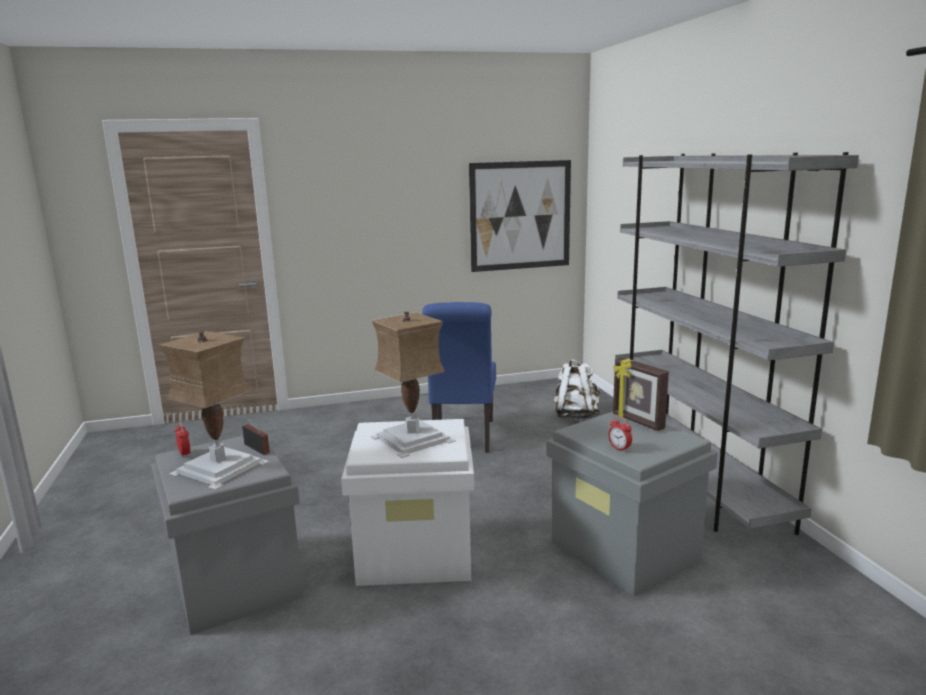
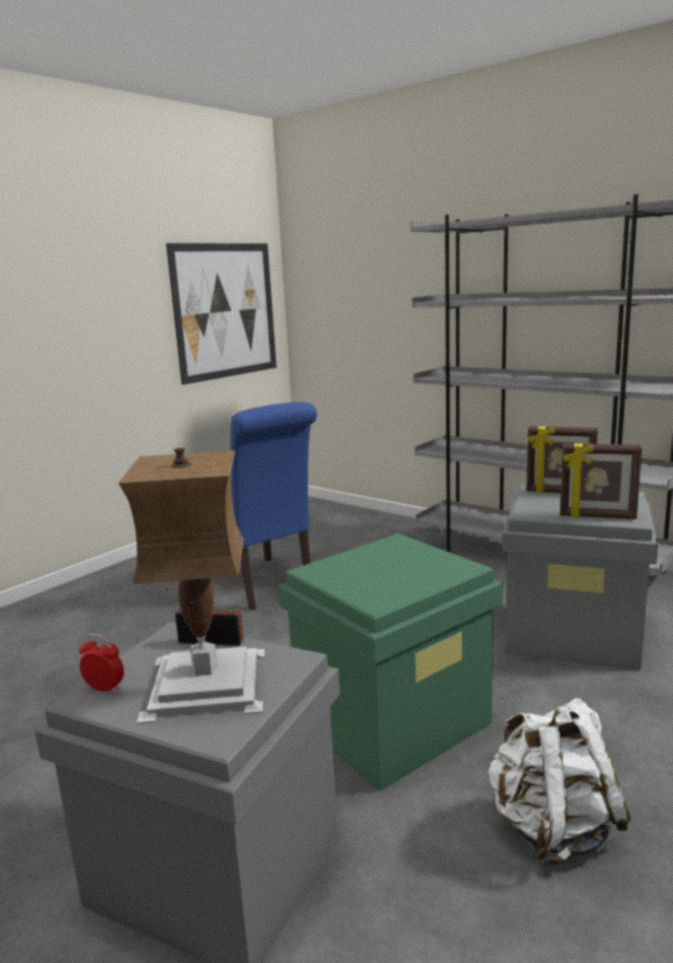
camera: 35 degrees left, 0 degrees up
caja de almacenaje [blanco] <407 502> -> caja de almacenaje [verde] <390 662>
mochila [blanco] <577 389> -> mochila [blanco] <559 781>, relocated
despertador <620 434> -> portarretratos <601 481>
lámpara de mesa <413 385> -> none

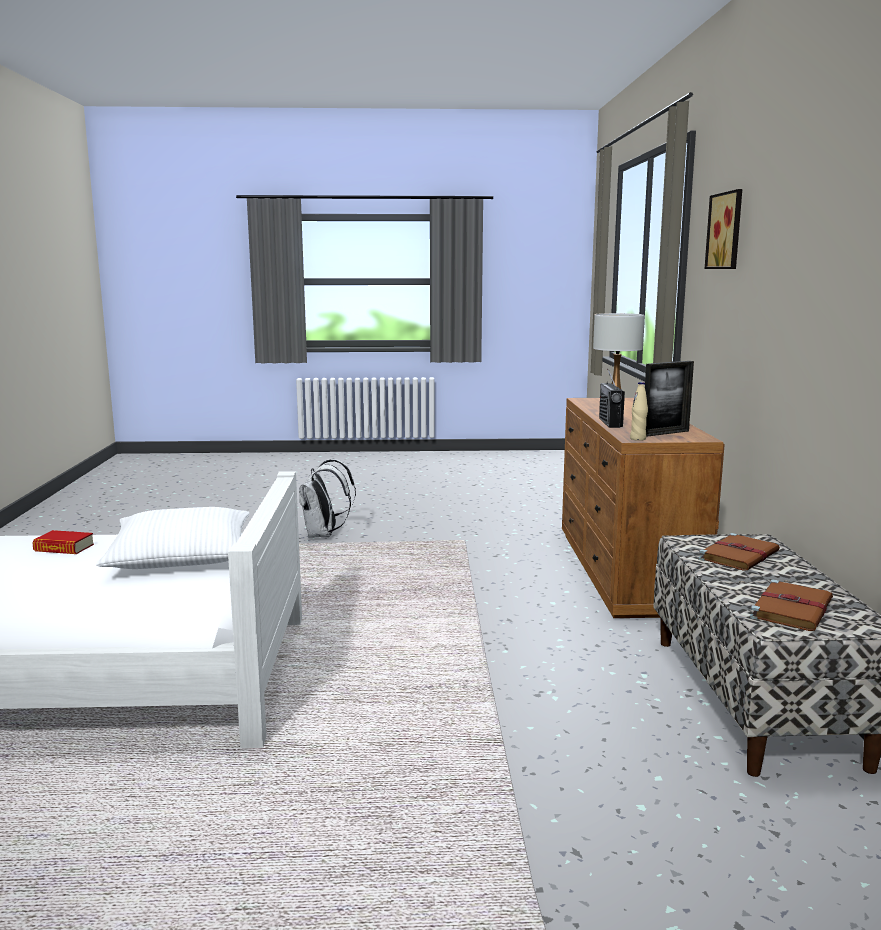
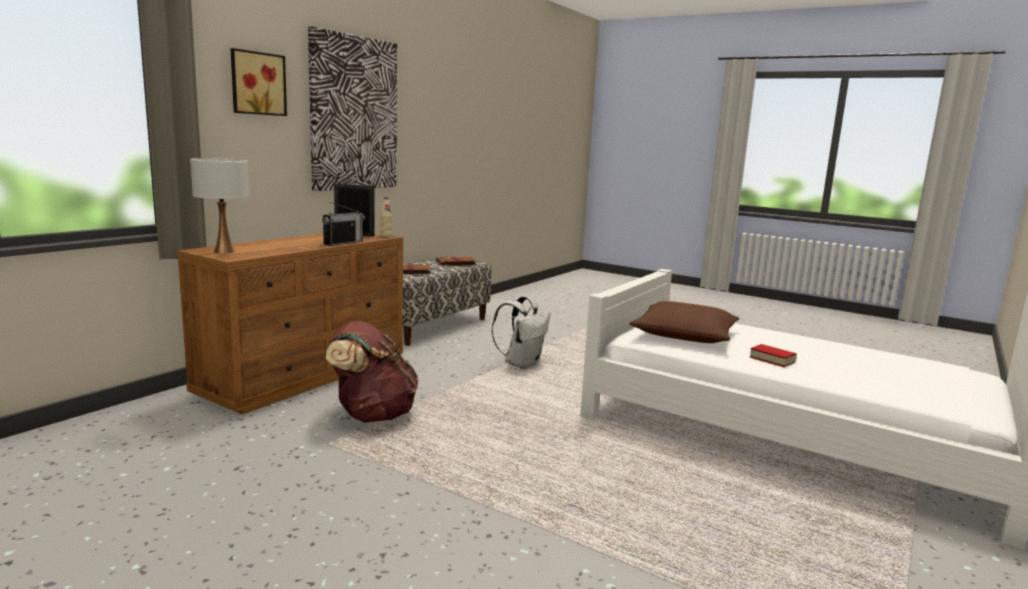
camera: 145 degrees left, 0 degrees up
none -> cuadro <352 108>
none -> mochila [marrón] <372 372>
mochila [blanco] <327 498> -> mochila [blanco] <521 332>, relocated
cojín [blanco] <173 538> -> cojín [marrón] <684 322>

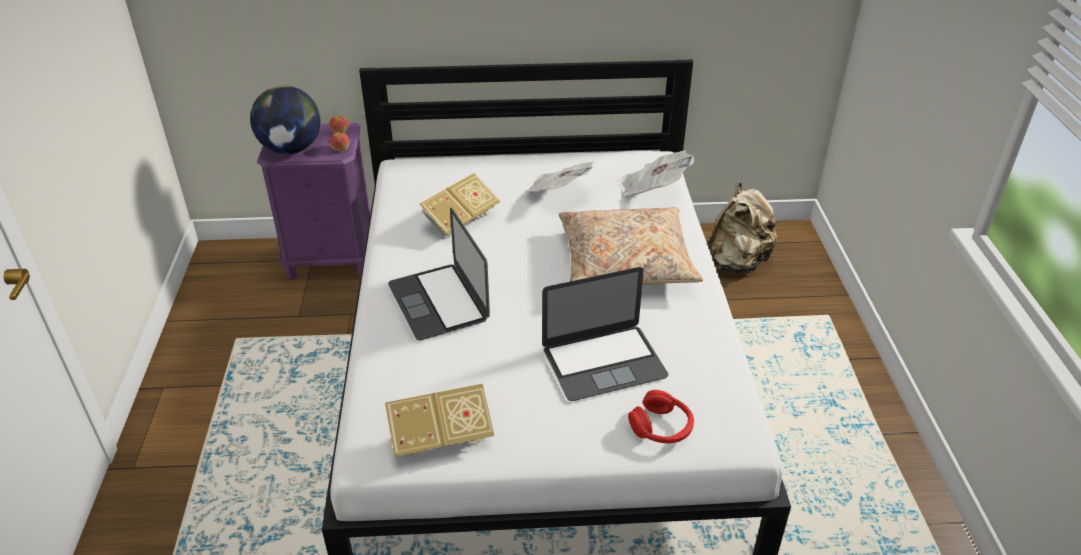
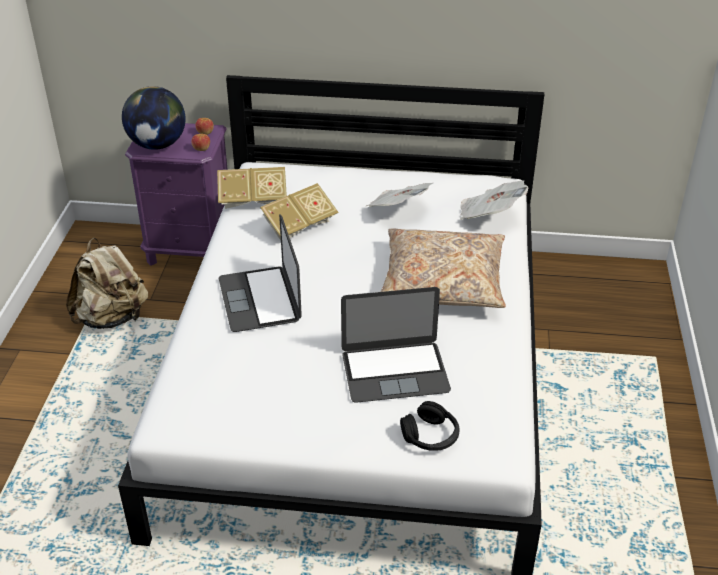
camera: 10 degrees right, 0 degrees up
mochila [beis] <743 227> -> mochila [beis] <107 283>, relocated
libro <439 421> -> libro <252 188>, relocated
auriculares [rojo] <661 416> -> auriculares [negro] <429 426>

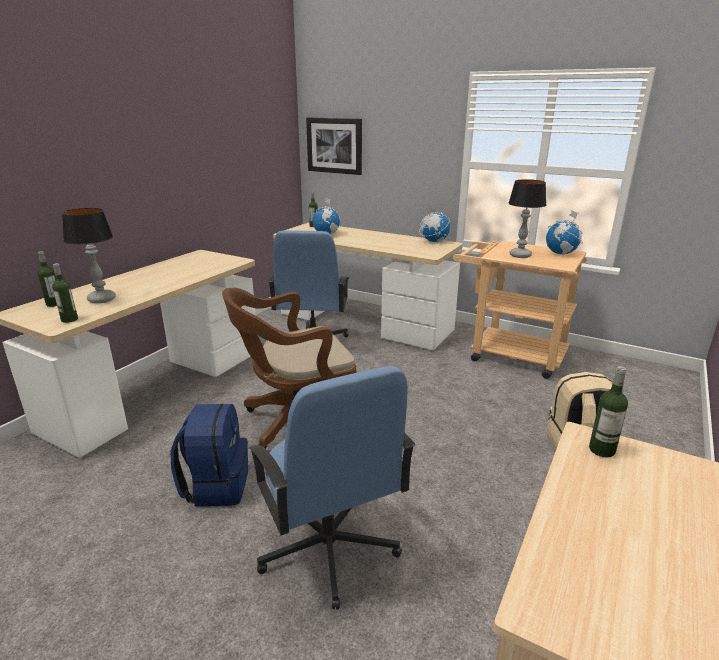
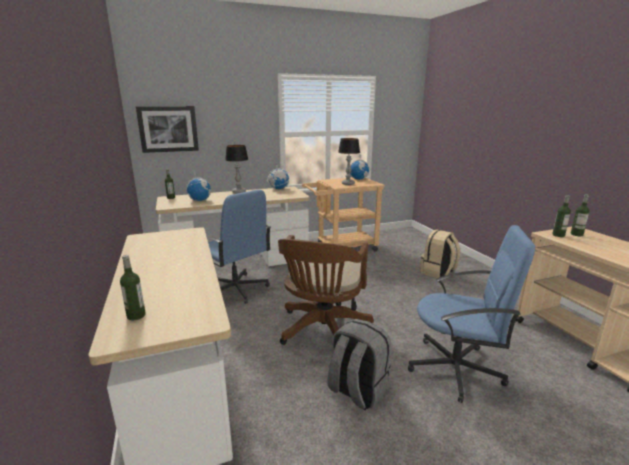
camera: 50 degrees left, 5 degrees down
lámpara de mesa <89 255> -> lámpara de mesa <236 169>, relocated
mochila [azul] <209 454> -> mochila [gris] <359 365>
botella <65 293> -> botella <580 215>, relocated

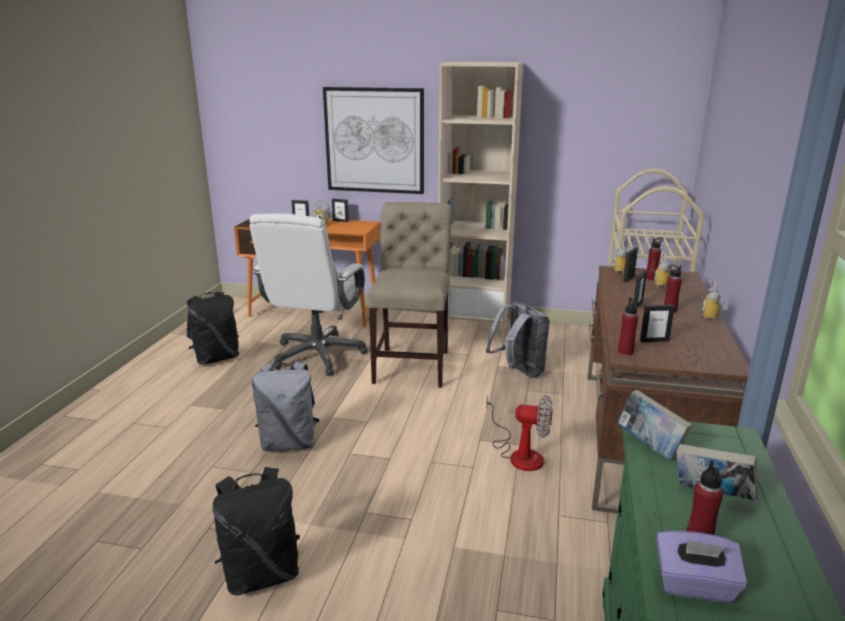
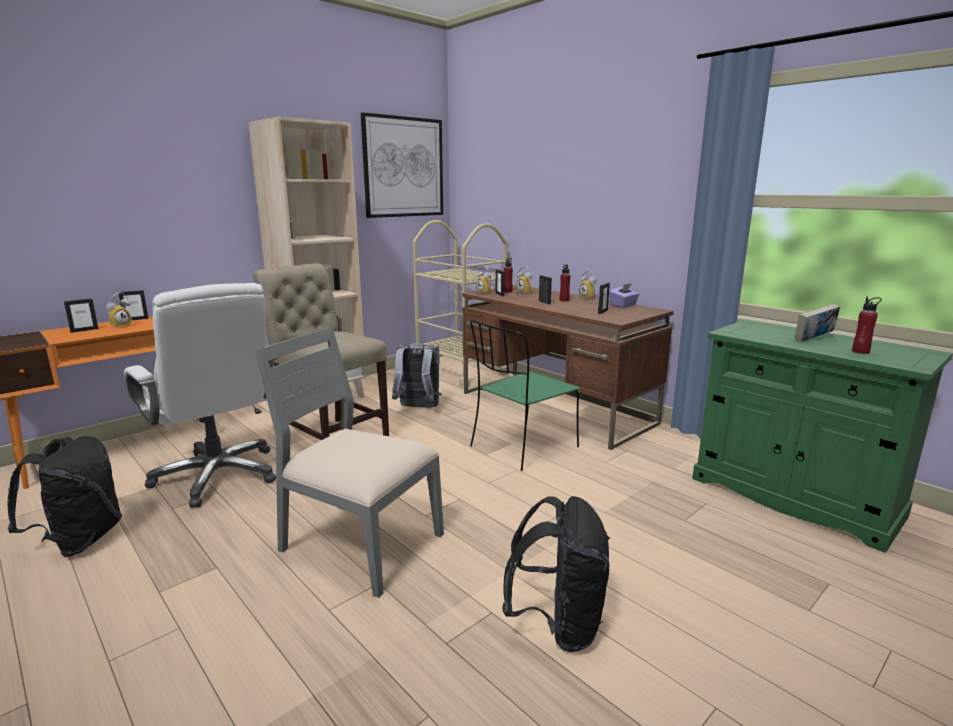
camera: 55 degrees left, 5 degrees down
mochila [gris] <286 406> -> silla [gris] <349 462>
cuadro <373 140> -> cuadro <401 165>, relocated
ventilador <519 433> -> silla [verde] <525 395>
caja de pañuelos [morado] <701 567> -> caja de pañuelos [morado] <624 295>, relocated
libro <654 425> -> none
botella [rojo] <628 326> -> none

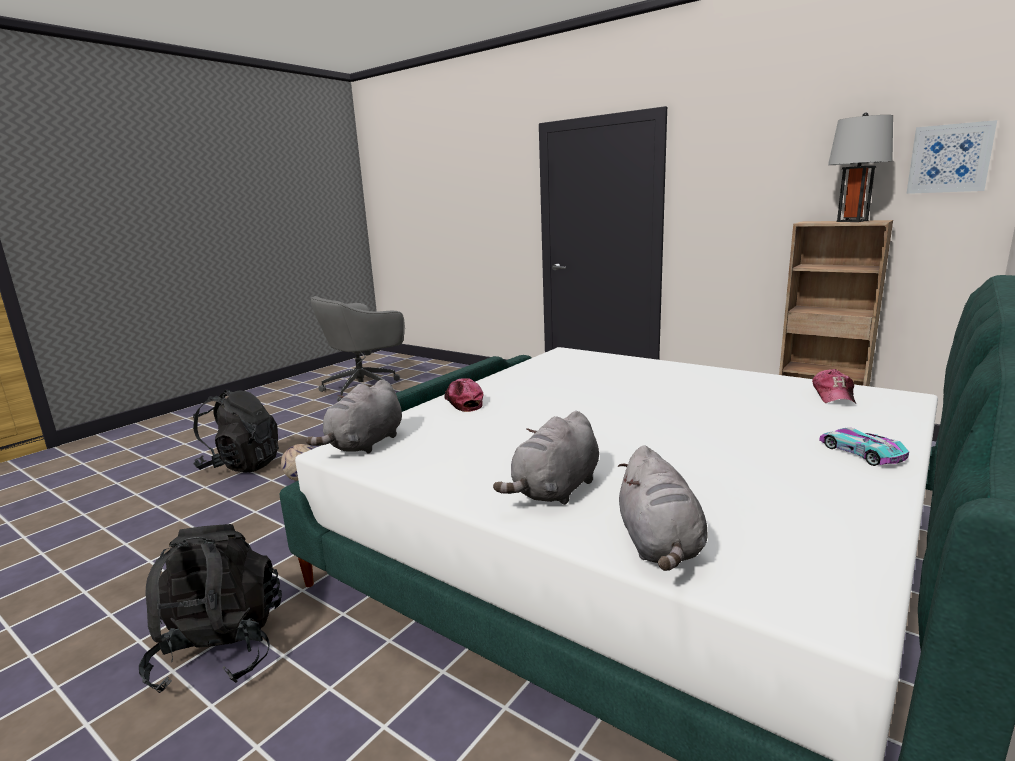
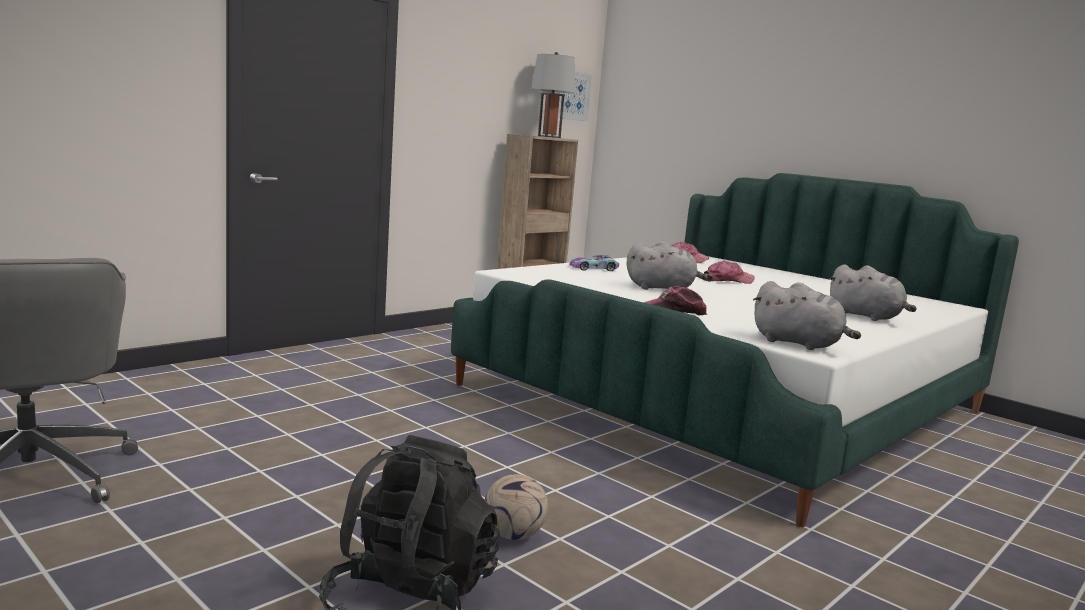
camera: 85 degrees left, 5 degrees down
coche de juguete <864 446> -> coche de juguete <594 263>, relocated
peluche [gris] <663 508> -> peluche [gris] <670 265>, relocated
none -> gorra <729 272>
mochila [negro] <210 608> -> none

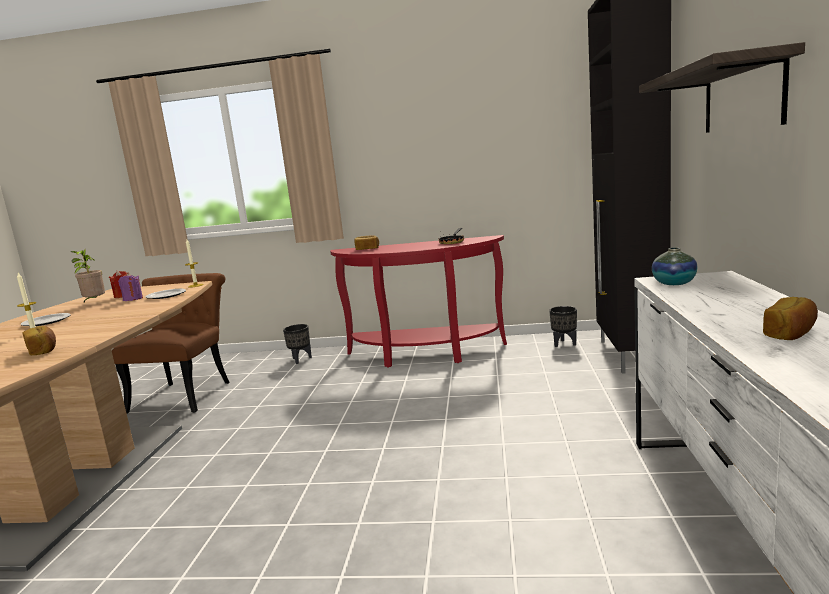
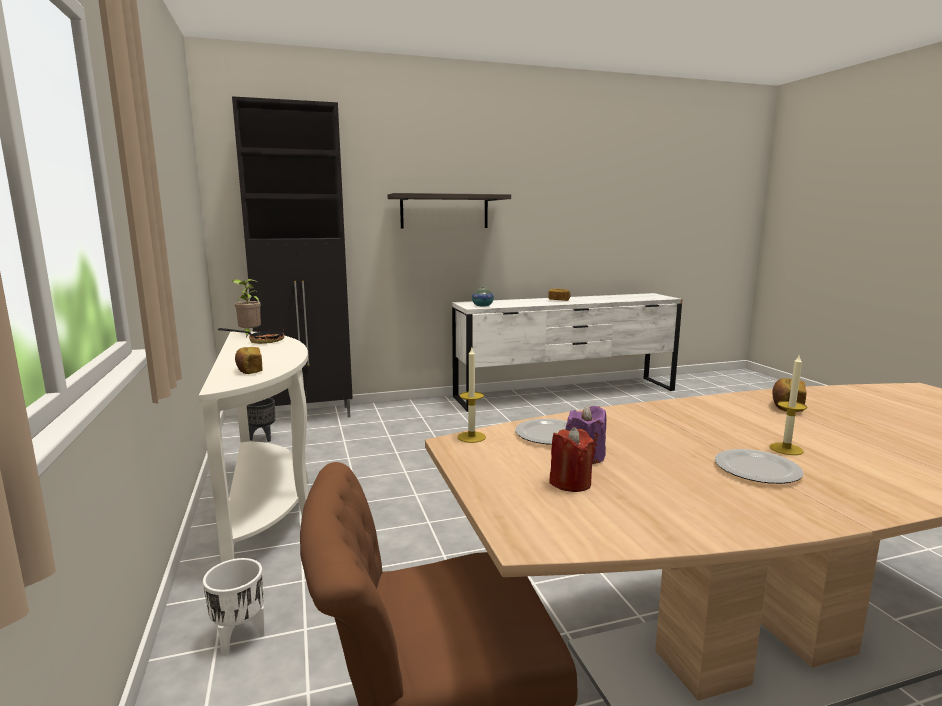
camera: 115 degrees left, 0 degrees up
mesa consola [rojo] <418 301> -> mesa consola [blanco] <253 447>
maceta [negro] <297 344> -> maceta [blanco] <234 607>
planta en maceta <88 276> -> planta en maceta <246 308>, relocated

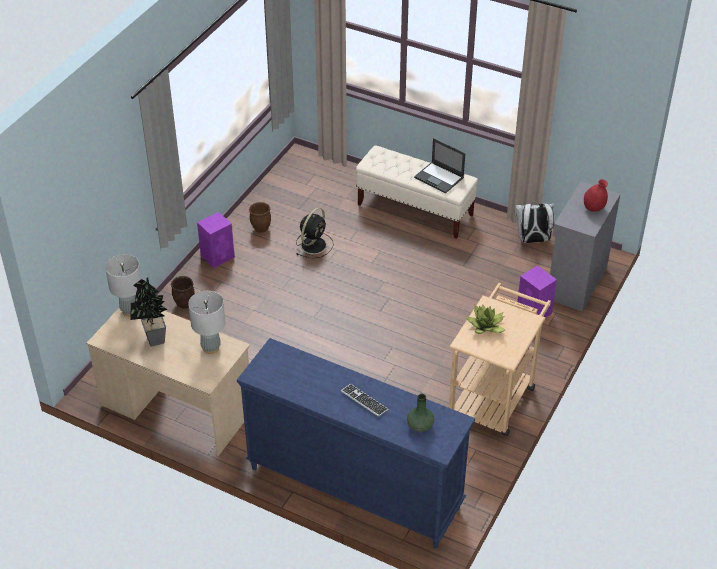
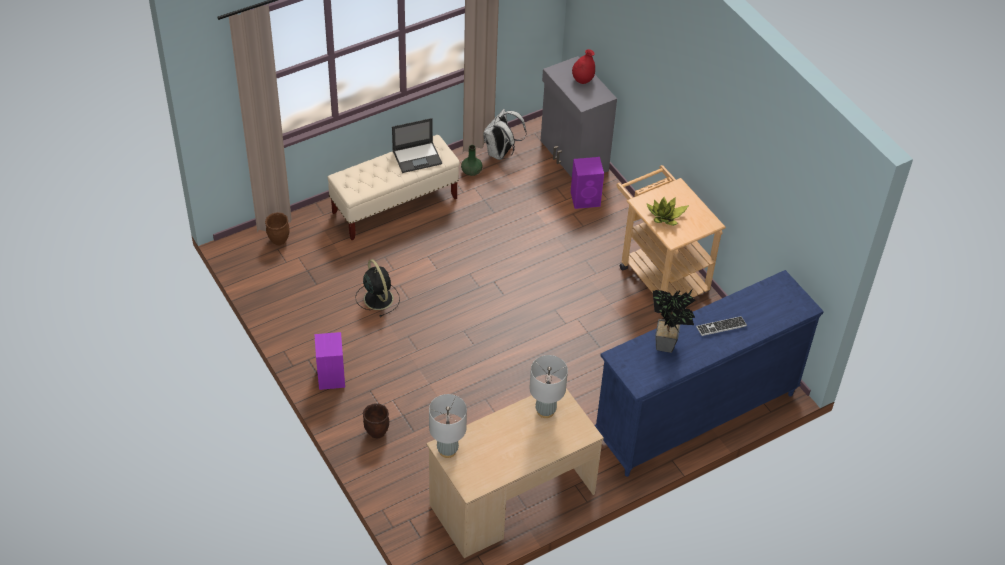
camera: 60 degrees left, 5 degrees up
maceta [marrón] <260 217> -> maceta [marrón] <277 228>, relocated
florero [verde] <420 413> -> florero [verde] <471 160>, relocated
planta en maceta <148 312> -> planta en maceta <674 321>, relocated

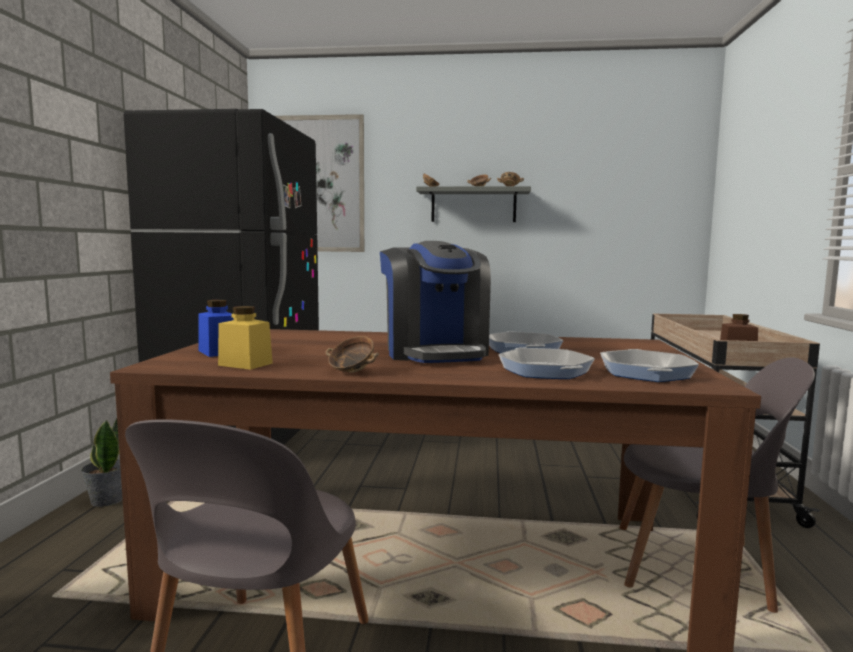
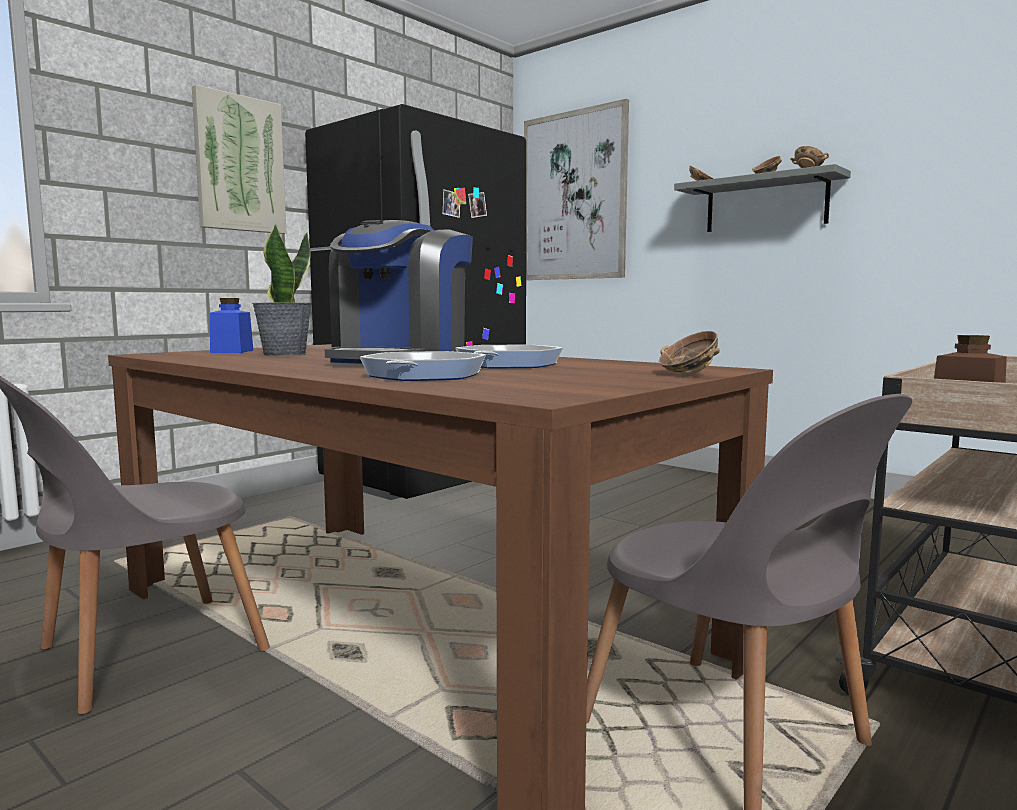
camera: 35 degrees right, 0 degrees up
none -> cuadro <239 159>
planta en maceta <102 462> -> planta en maceta <282 290>, relocated
cuenco <352 354> -> cuenco <689 353>, relocated
tarro [amarillo] <245 338> -> none
sartén <649 365> -> none

